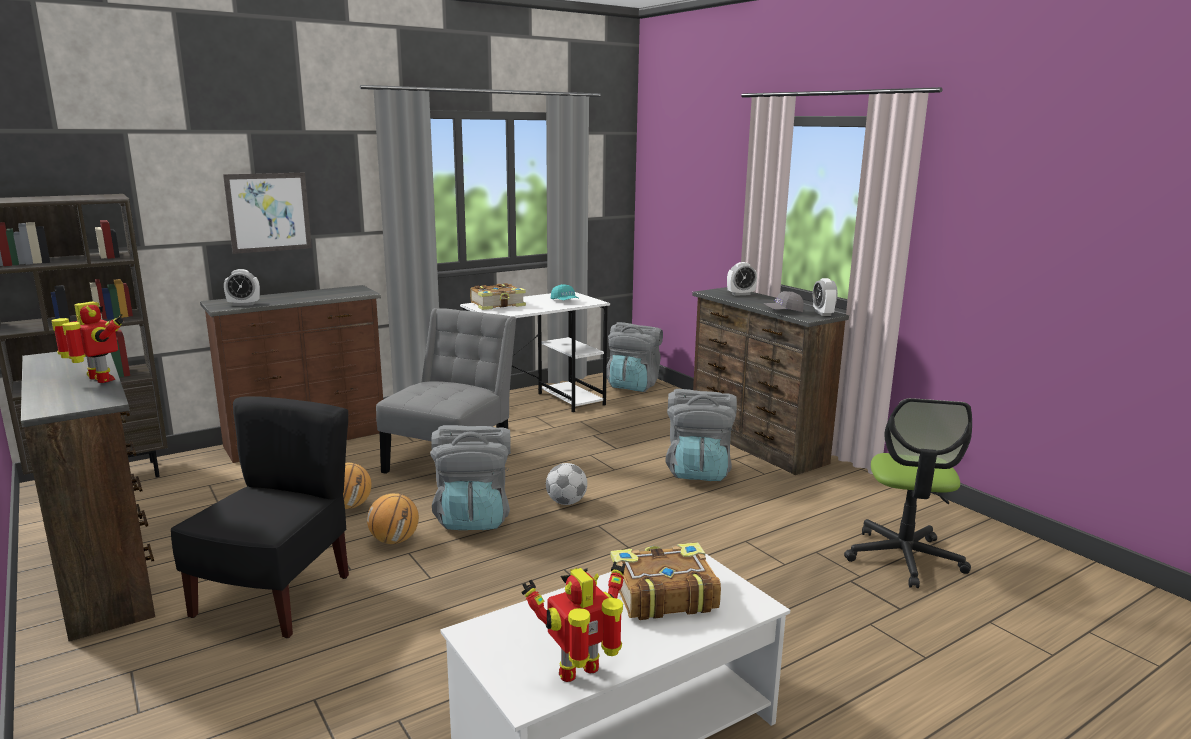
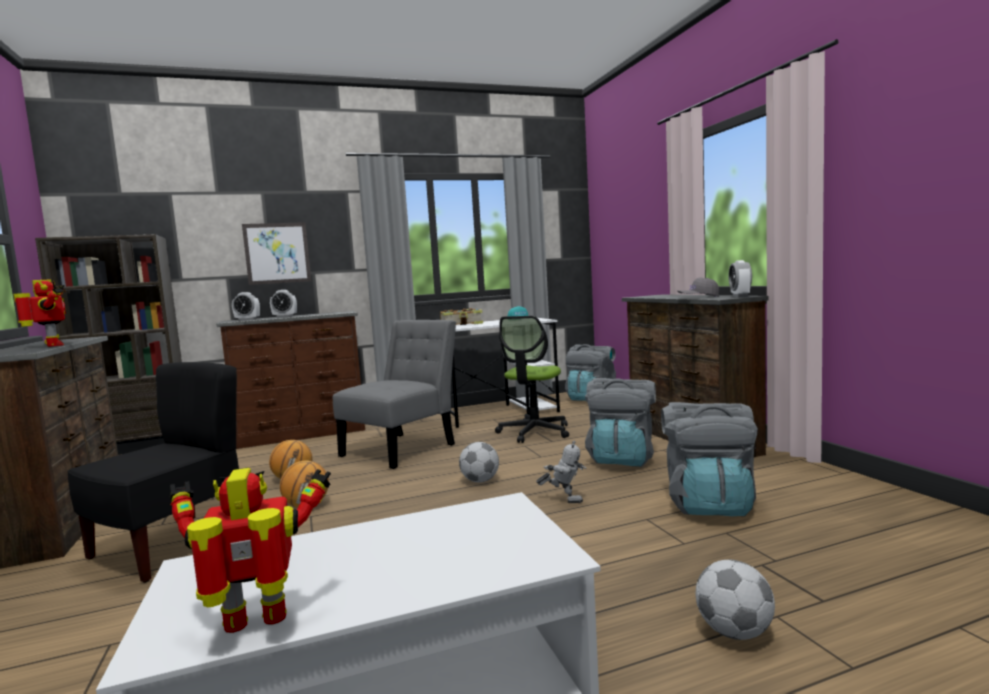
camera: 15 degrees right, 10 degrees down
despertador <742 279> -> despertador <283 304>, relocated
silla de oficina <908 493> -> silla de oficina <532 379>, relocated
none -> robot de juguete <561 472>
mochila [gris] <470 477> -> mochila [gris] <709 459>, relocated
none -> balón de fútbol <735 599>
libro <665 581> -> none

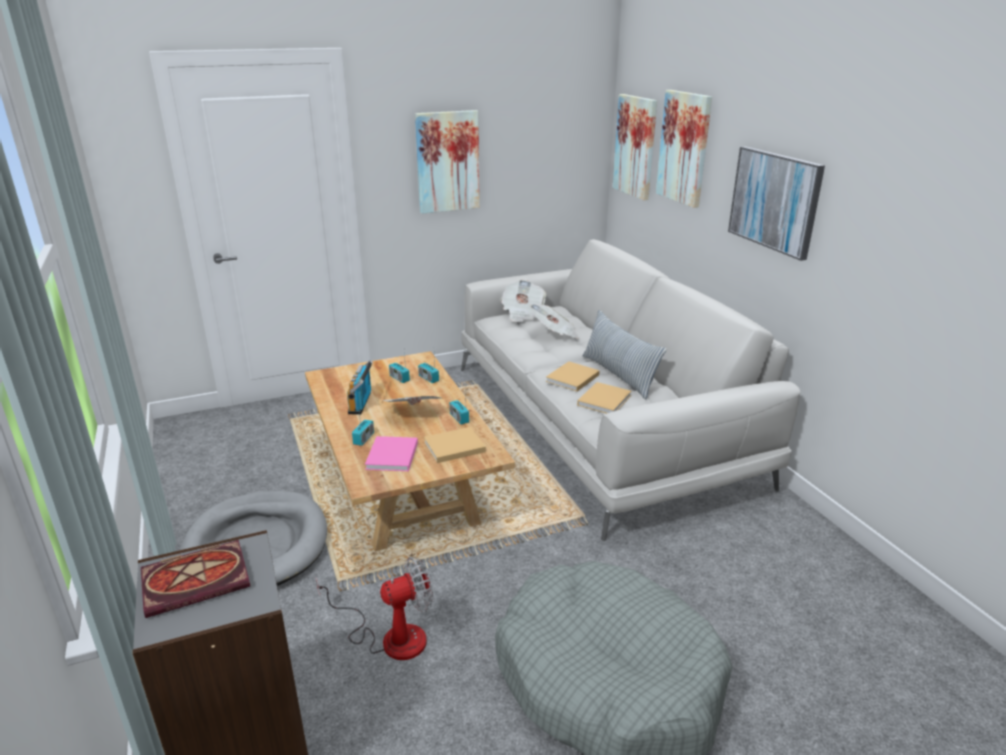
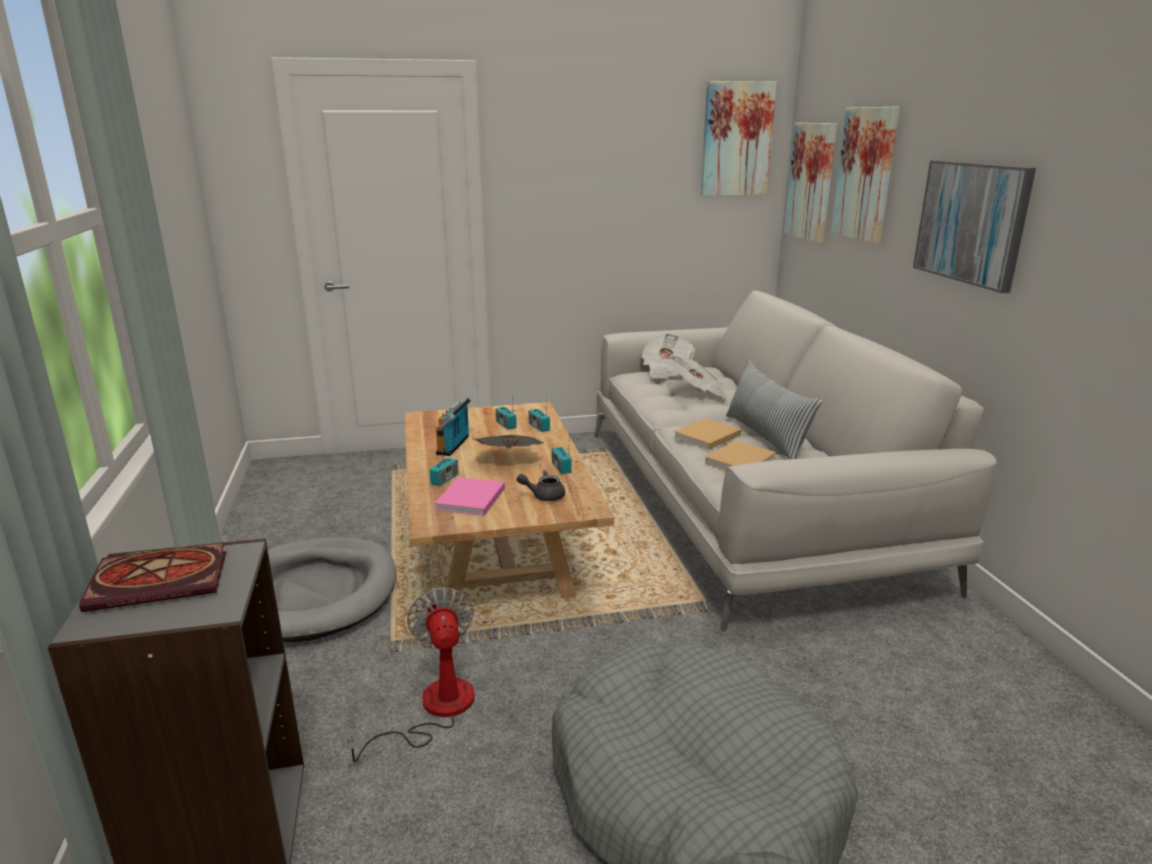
camera: 10 degrees right, 5 degrees down
ventilador <374 608> -> ventilador <408 674>, 90 degrees counterclockwise
libro [beis] <455 445> -> tetera [gris] <541 485>
cuadro <447 162> -> cuadro <739 138>, relocated

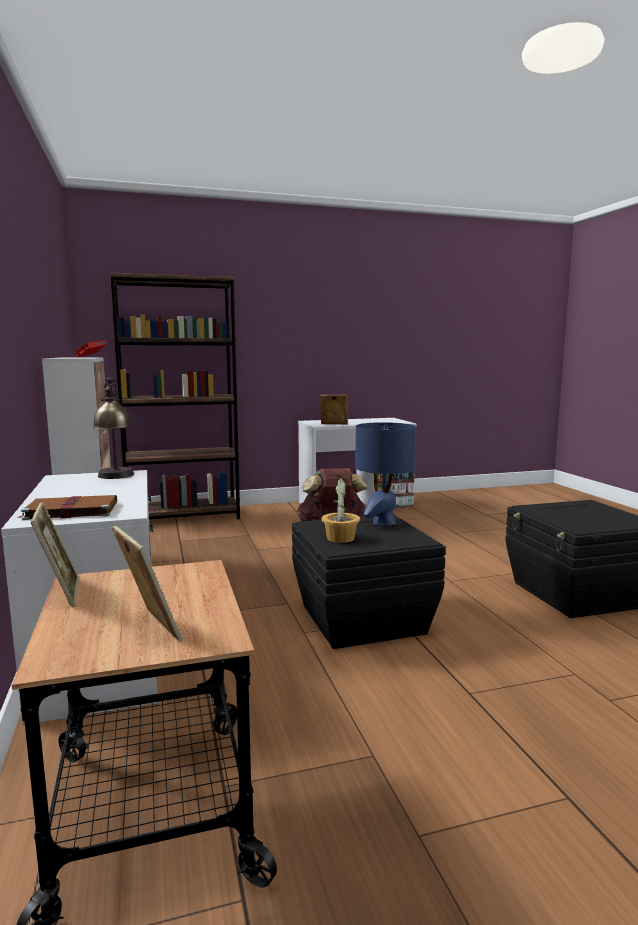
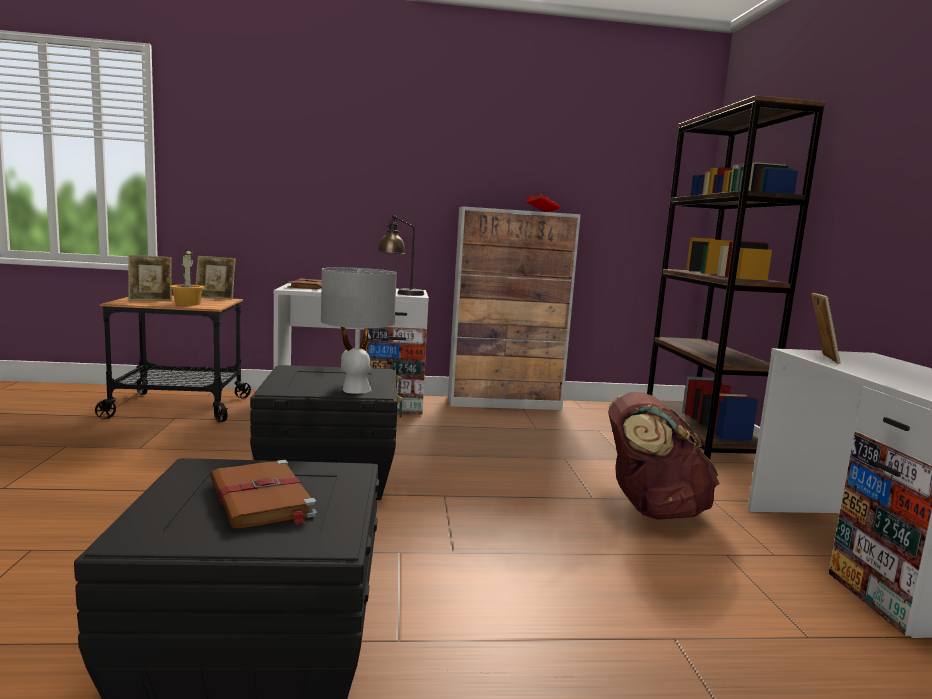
camera: 100 degrees right, 0 degrees up
planta en maceta <340 509> -> planta en maceta <187 278>, relocated
none -> libro [marrón] <263 494>
lámpara de mesa [azul] <385 474> -> lámpara de mesa [gris] <359 330>

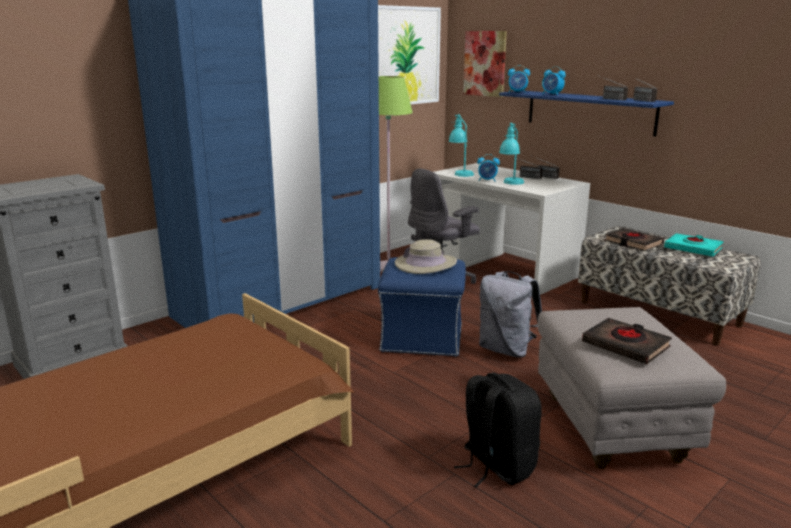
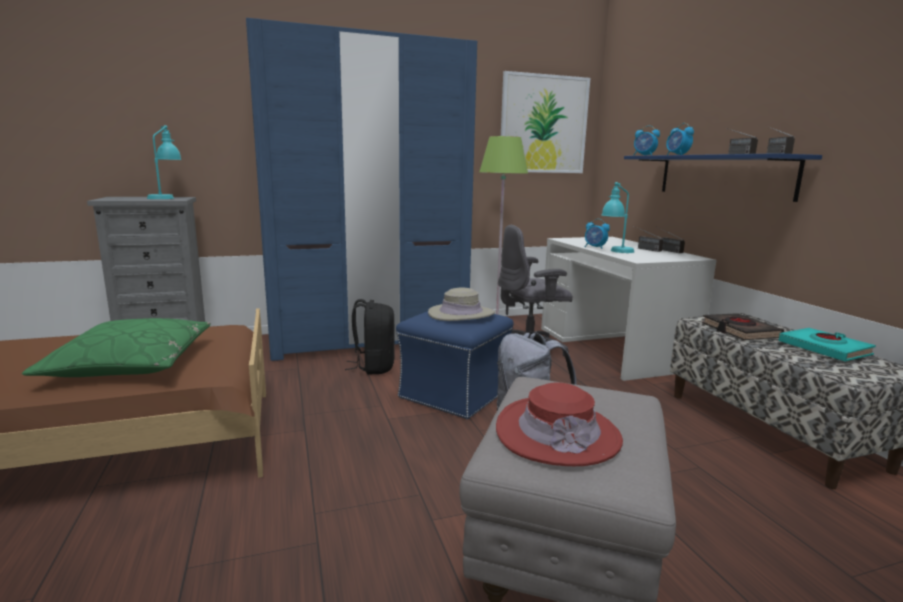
camera: 25 degrees right, 5 degrees down
none -> cojín [verde] <116 347>
lámpara de mesa [turquesa] <461 145> -> lámpara de mesa [turquesa] <164 162>, relocated
mochila [negro] <498 430> -> mochila [negro] <370 337>, relocated
libro [negro] <627 341> -> sombrero [rojo] <559 424>
cuadro <485 64> -> none

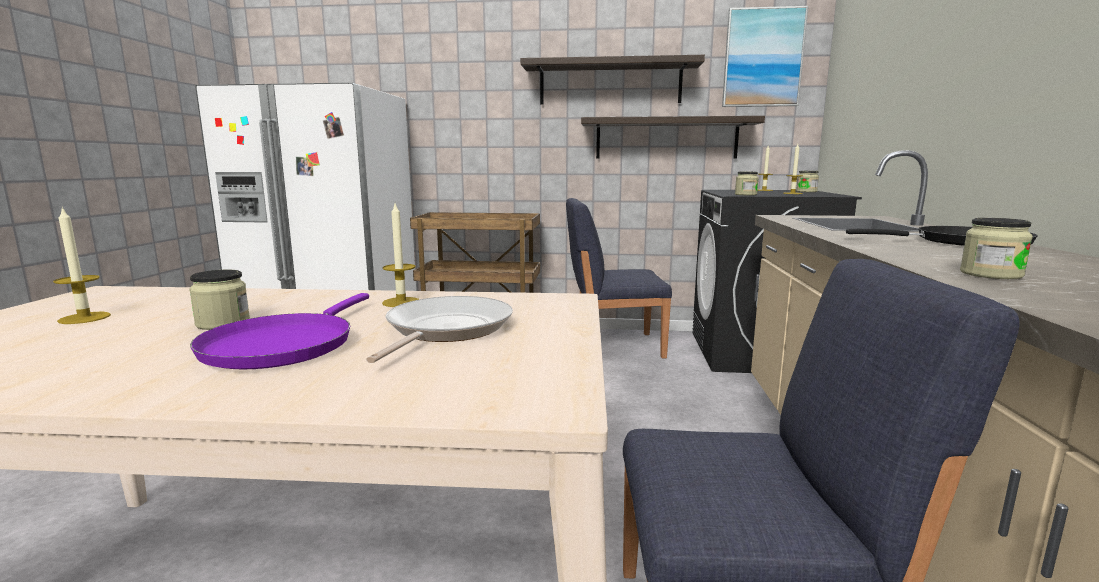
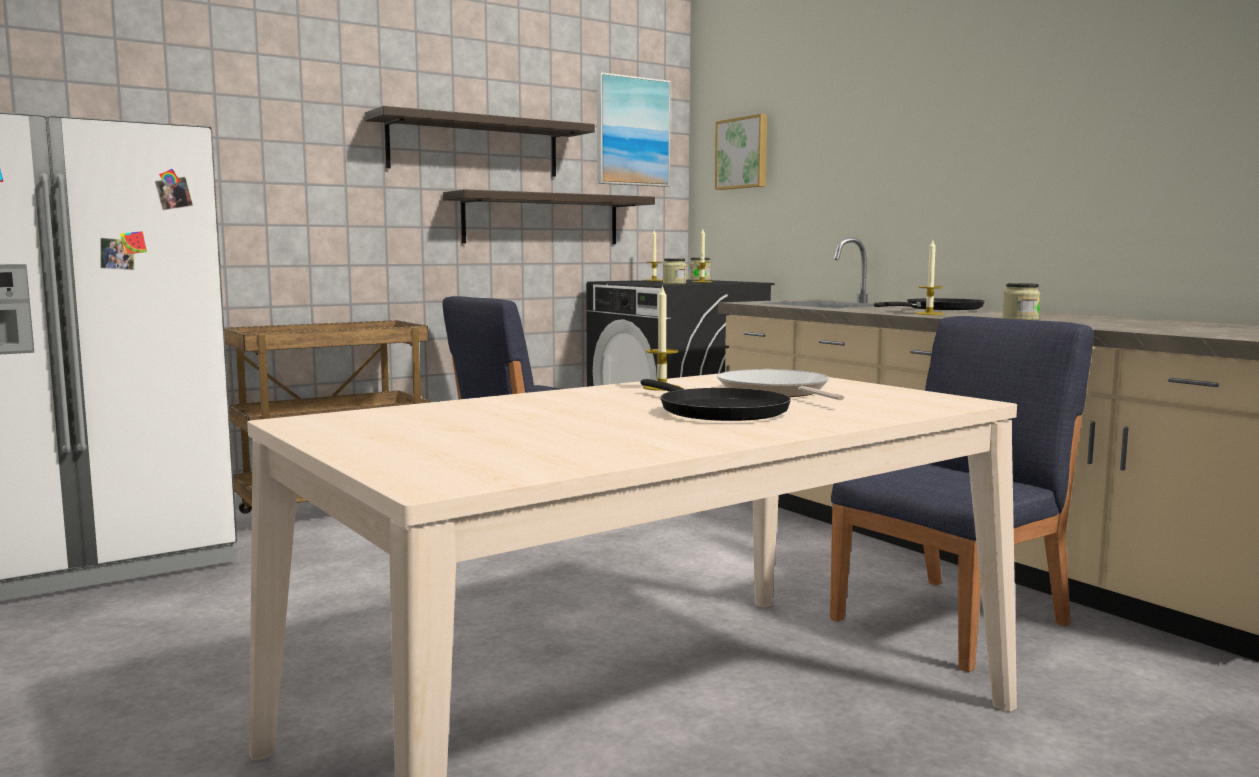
camera: 40 degrees left, 5 degrees down
sartén [morado] <279 331> -> sartén [negro] <716 400>
none -> cuadro <741 152>
vela <82 265> -> vela <929 277>, relocated
tarro <219 300> -> none

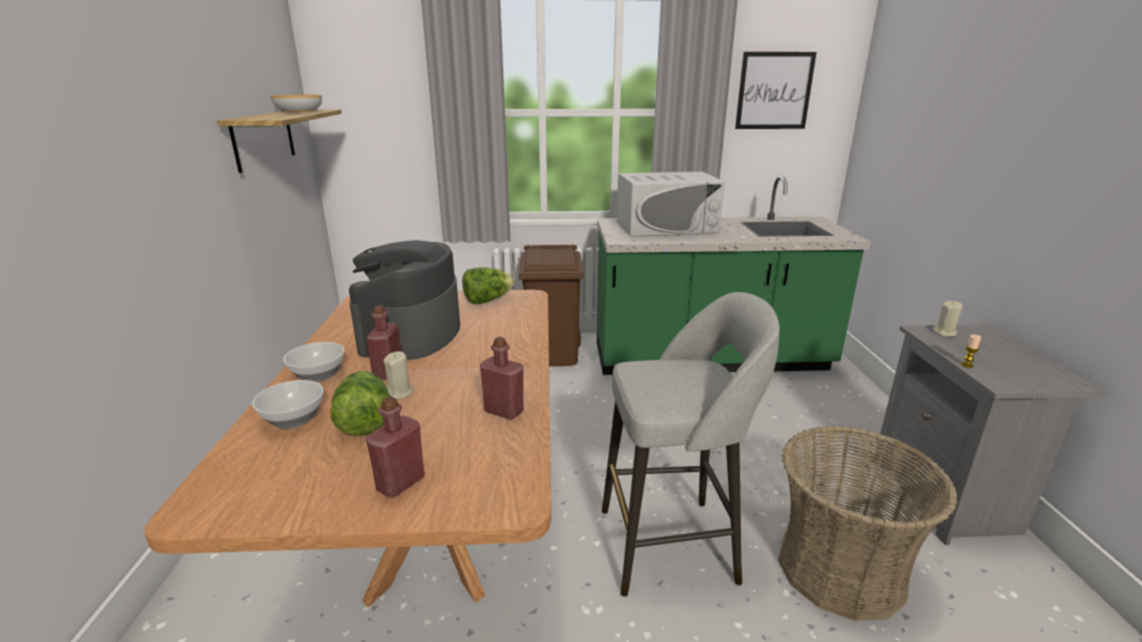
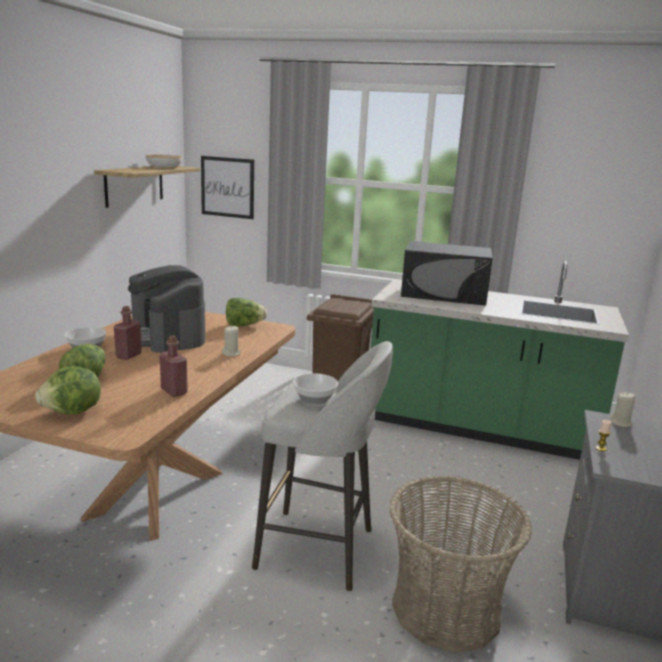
camera: 20 degrees right, 5 degrees down
botella [rojo] <395 447> -> lechuga <68 390>
cafetera <404 300> -> cafetera <166 309>, 60 degrees counterclockwise
cuadro <776 90> -> cuadro <227 187>, relocated
vela [beis] <399 375> -> vela [beis] <231 340>, relocated
cuenco <288 404> -> cuenco <315 389>, relocated
microondas [blanco] <670 204> -> microondas [negro] <447 273>

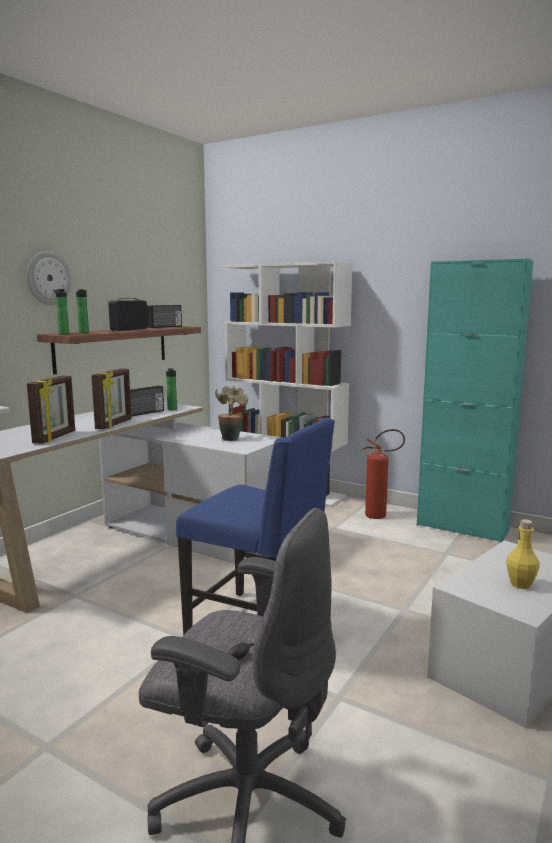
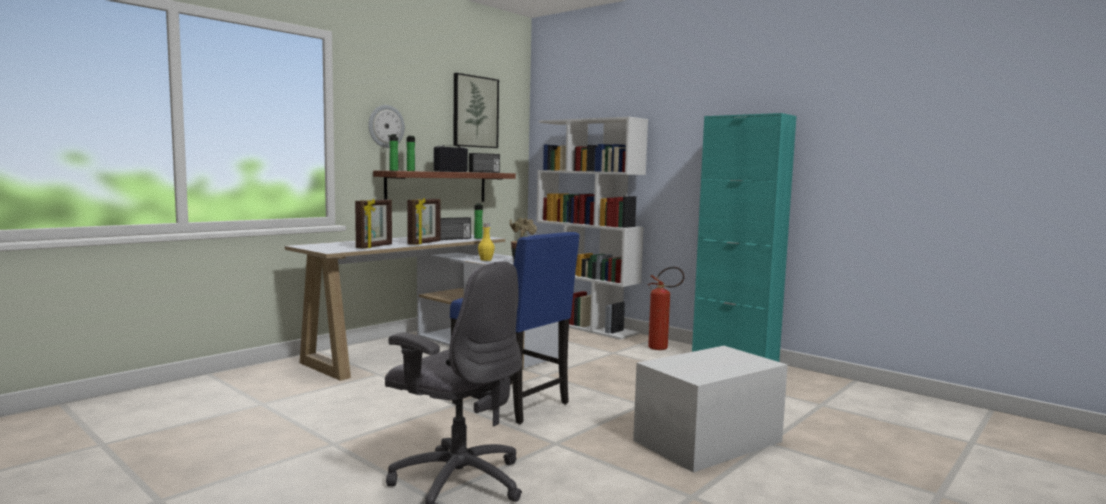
camera: 10 degrees right, 5 degrees down
none -> cuadro <476 110>
botella [amarillo] <523 554> -> botella [amarillo] <486 242>, relocated

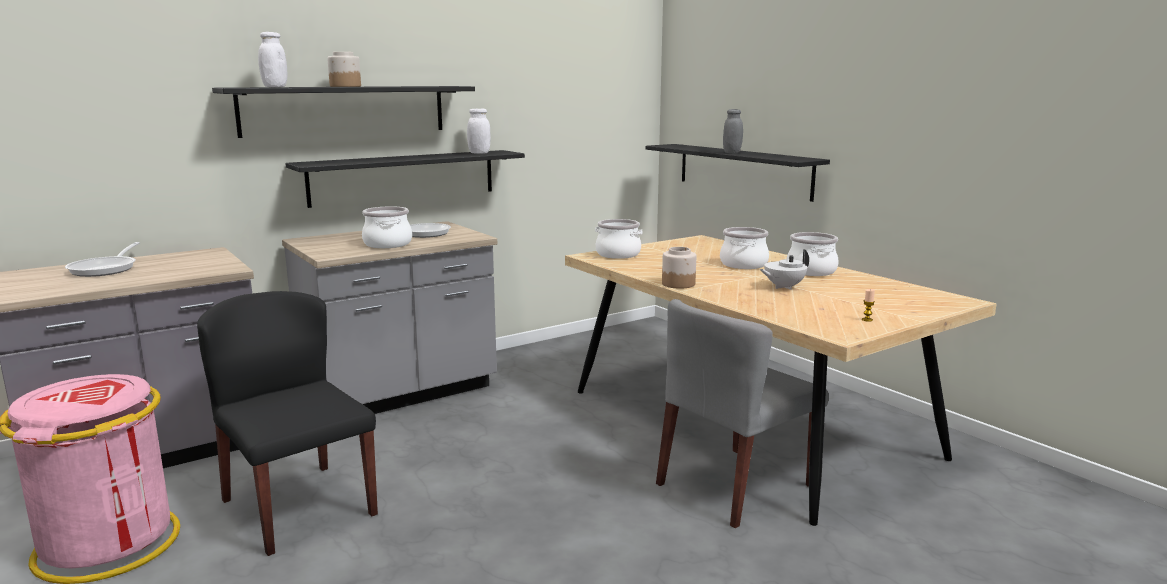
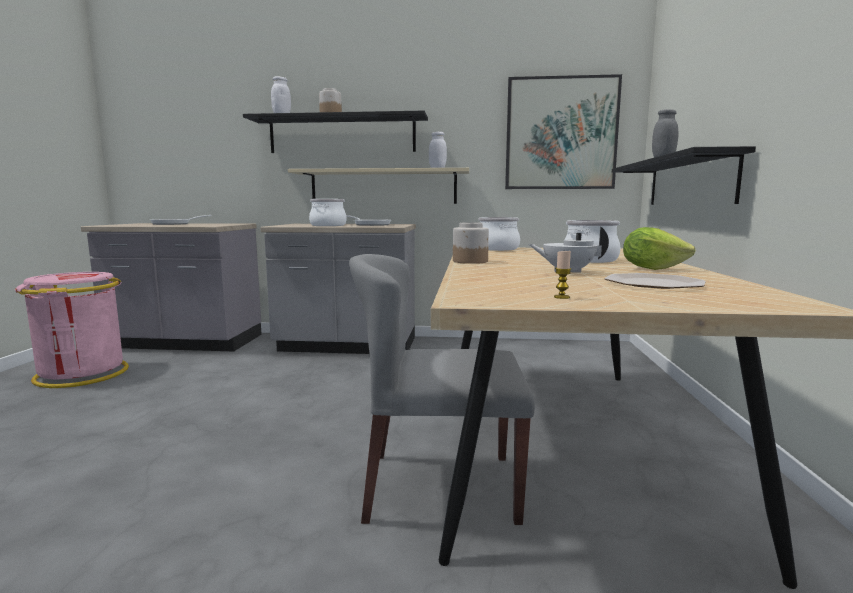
camera: 40 degrees right, 5 degrees down
estante [negro] <405 179> -> estante [beis] <378 186>
none -> cuadro <563 131>
none -> plato <655 281>
olla <813 254> -> lechuga <659 248>
silla [negro] <287 423> -> none

